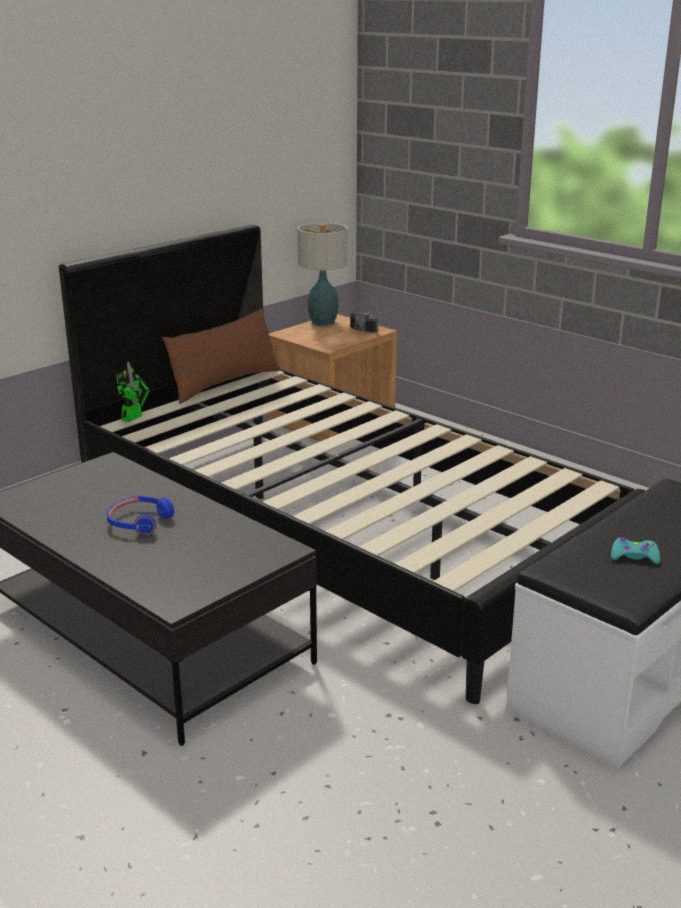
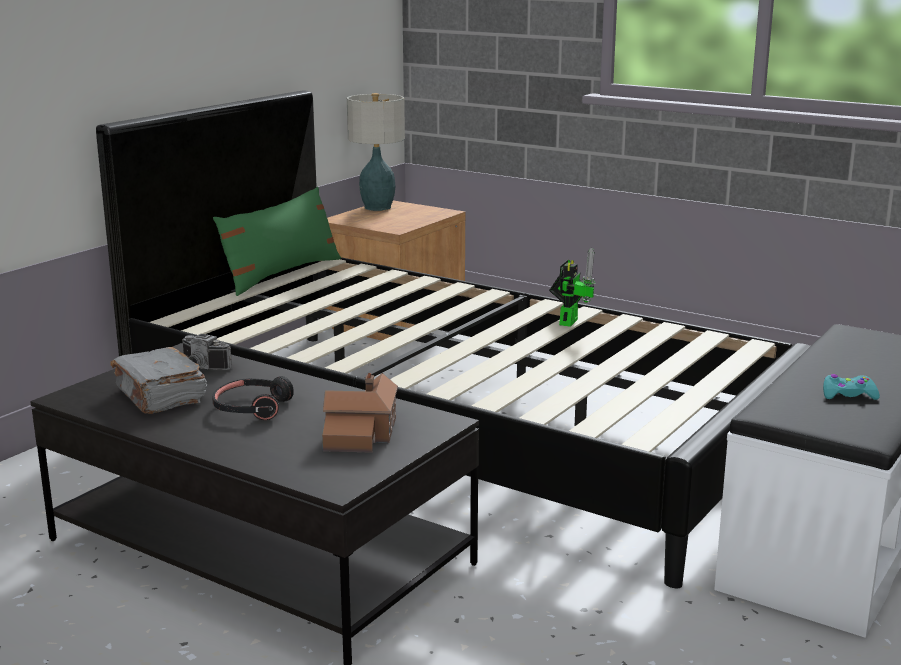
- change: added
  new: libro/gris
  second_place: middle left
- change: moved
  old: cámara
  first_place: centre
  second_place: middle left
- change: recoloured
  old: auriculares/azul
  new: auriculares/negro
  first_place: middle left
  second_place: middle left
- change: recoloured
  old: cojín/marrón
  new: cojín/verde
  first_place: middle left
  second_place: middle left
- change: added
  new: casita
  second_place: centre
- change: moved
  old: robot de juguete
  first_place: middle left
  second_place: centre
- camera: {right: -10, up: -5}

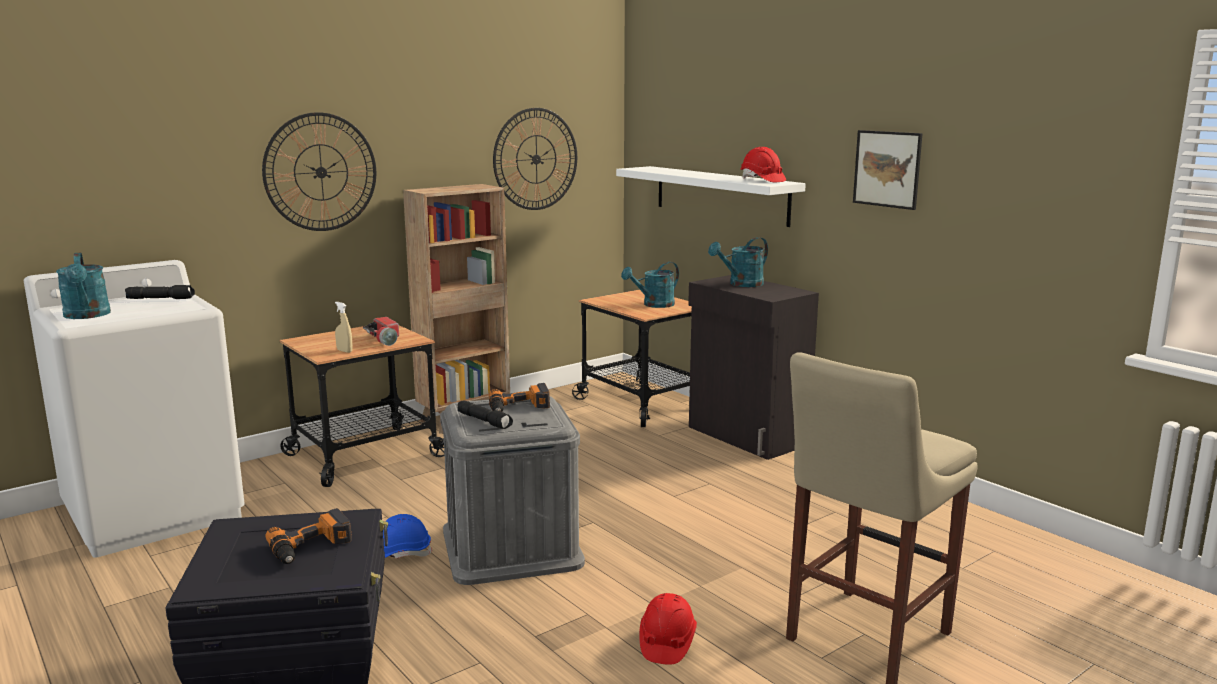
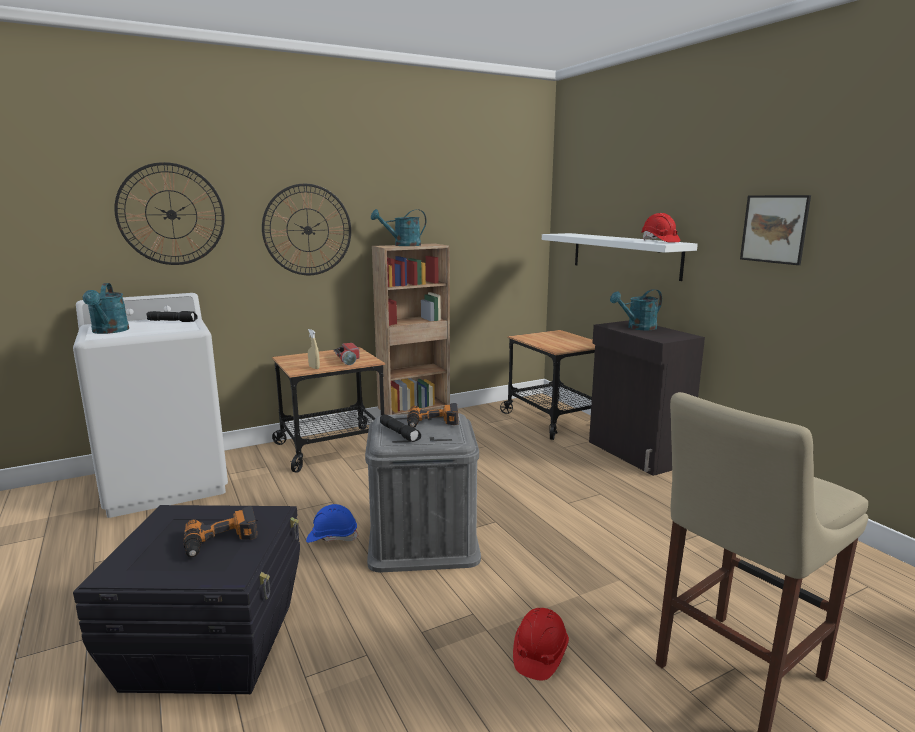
- change: moved
  old: reloj de pared (2nd from left in the first image)
  new: reloj de pared (1st from left)
  first_place: top centre
  second_place: top left
- change: moved
  old: regadera/turquesa (2nd from left)
  first_place: centre
  second_place: top centre
- camera: {right: 10, up: 0}

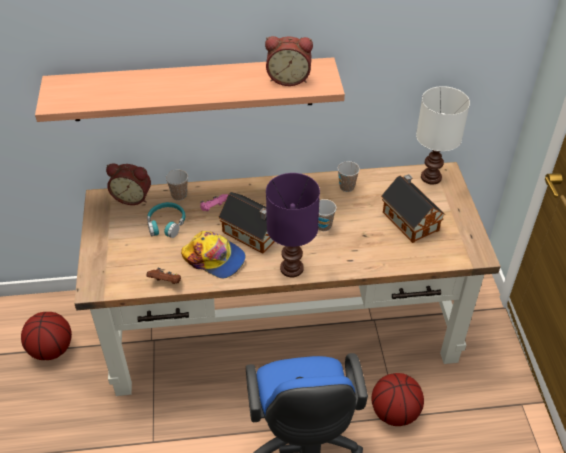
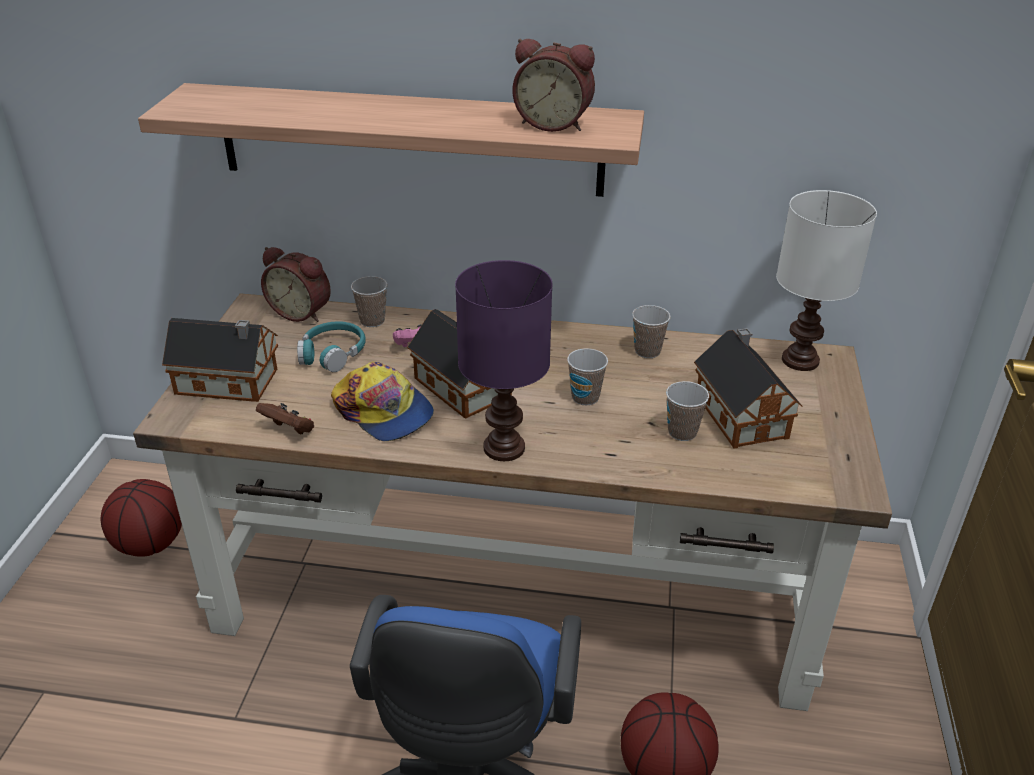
- change: added
  new: casita (1st from left)
  second_place: middle left
- change: added
  new: taza (4th from left)
  second_place: centre
- camera: {right: 15, up: -10}

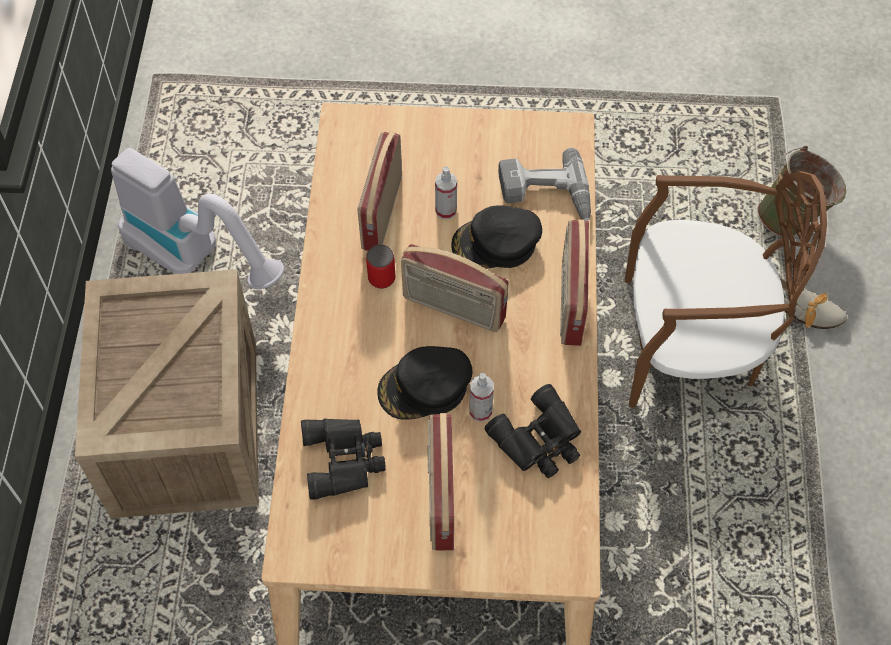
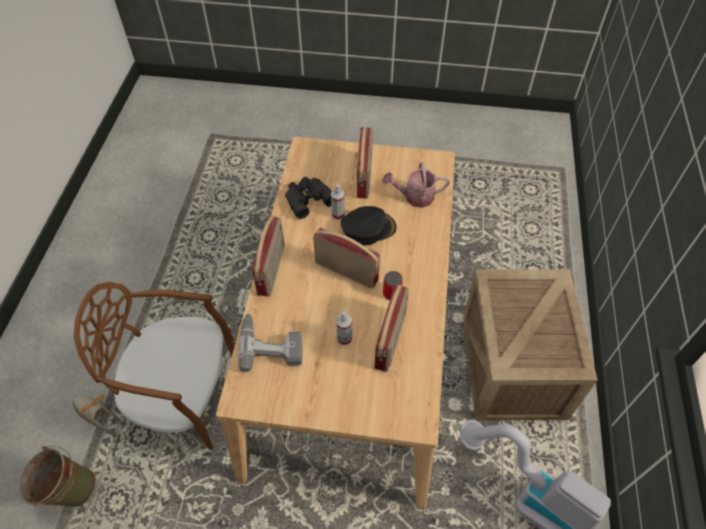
- change: replaced
  old: prismáticos/negro (1st from left)
  new: regadera
  first_place: bottom centre
  second_place: centre
- change: removed
  old: gorra/negro (2nd from left)
  first_place: centre
- camera: {right: -175, up: -5}

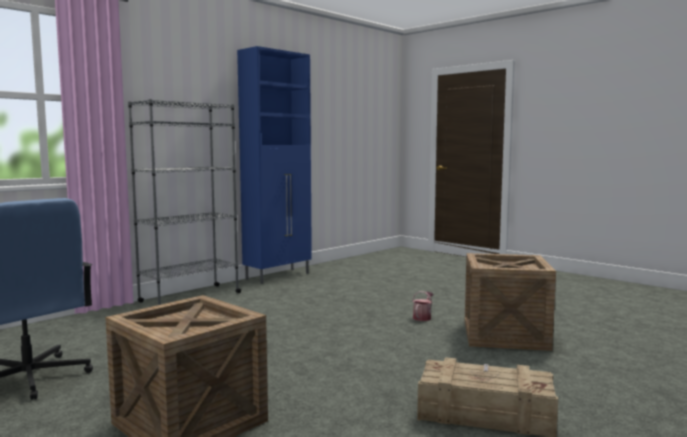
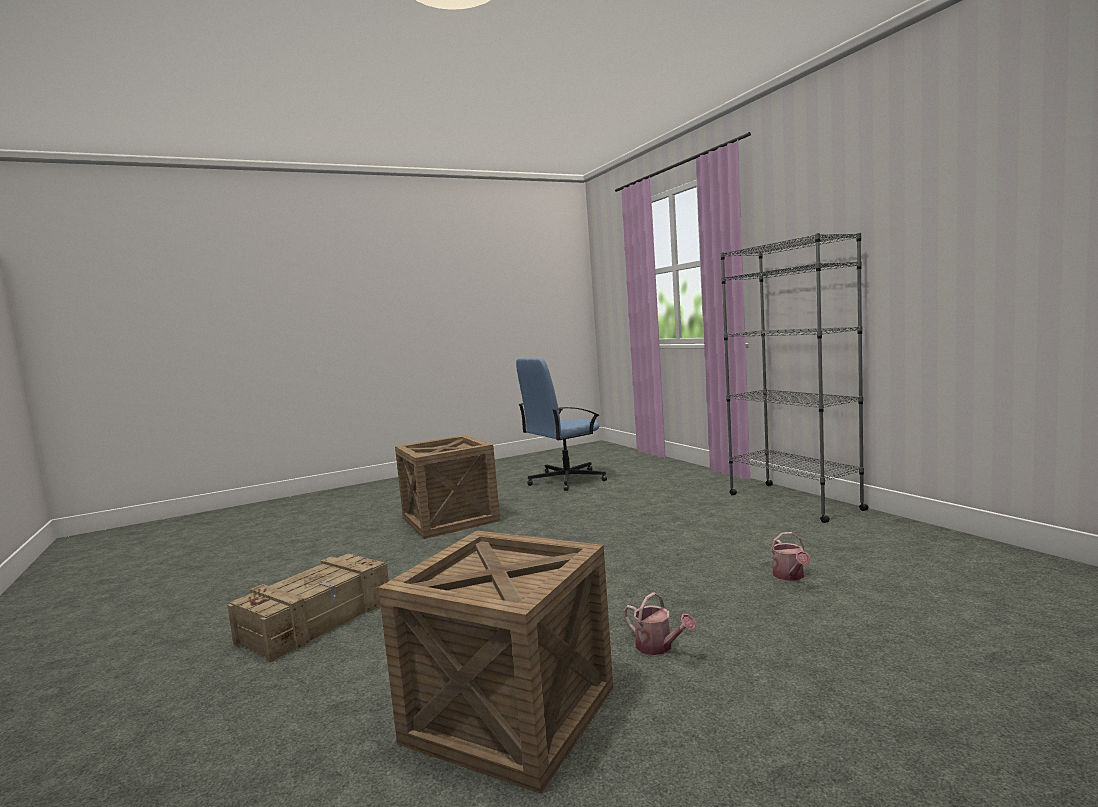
- change: added
  new: regadera (2nd from left)
  second_place: bottom right
- change: removed
  old: armario/azul
  first_place: centre
- camera: {right: 110, up: 0}

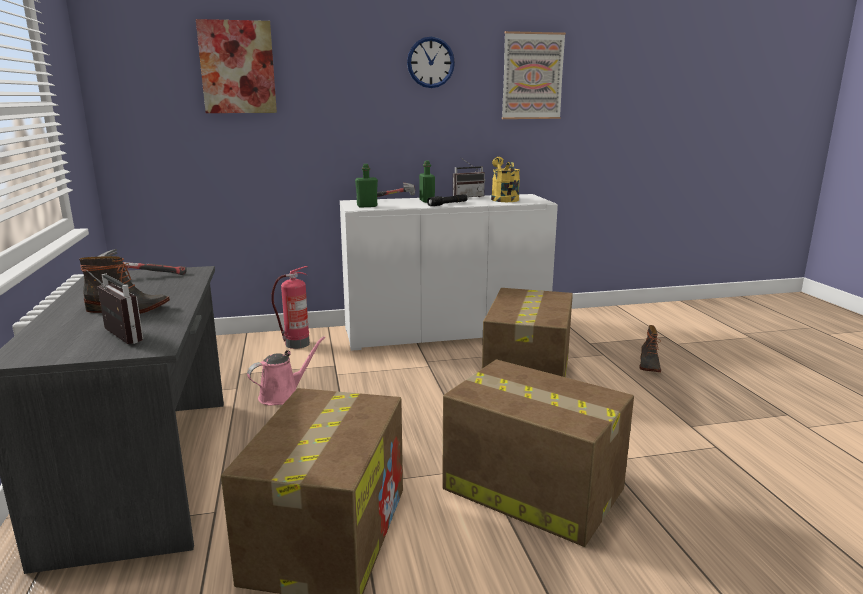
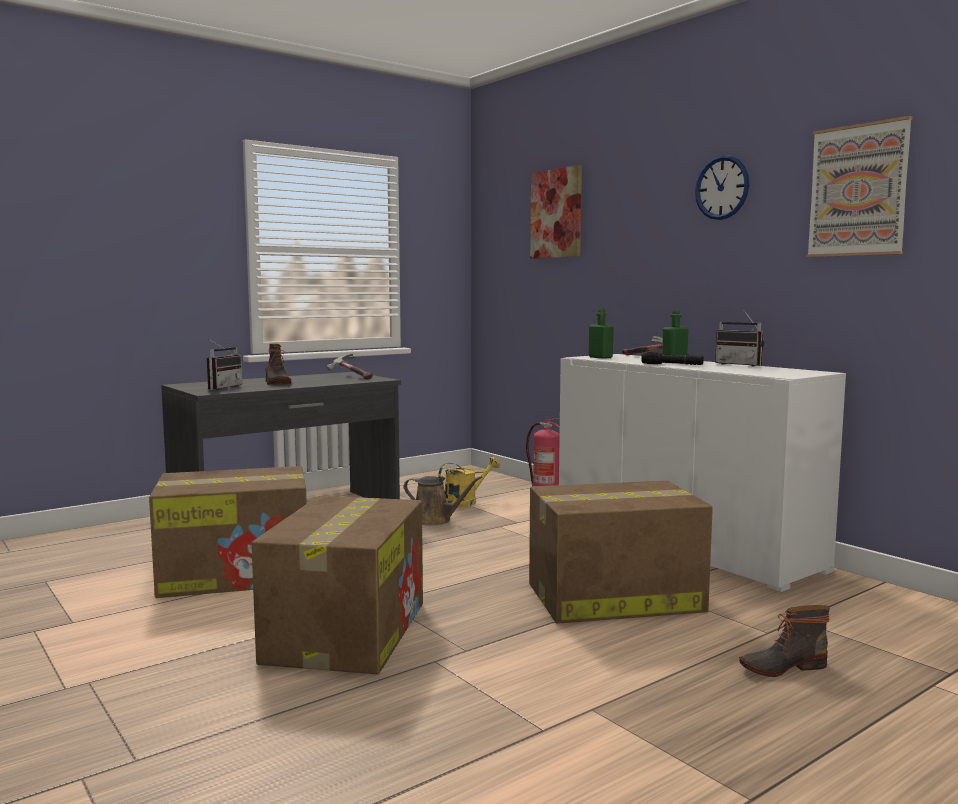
- change: recoloured
  old: regadera/rosa
  new: regadera/marrón
  first_place: middle left
  second_place: centre
- change: moved
  old: regadera/amarillo
  first_place: top centre
  second_place: centre
- camera: {right: 65, up: -10}

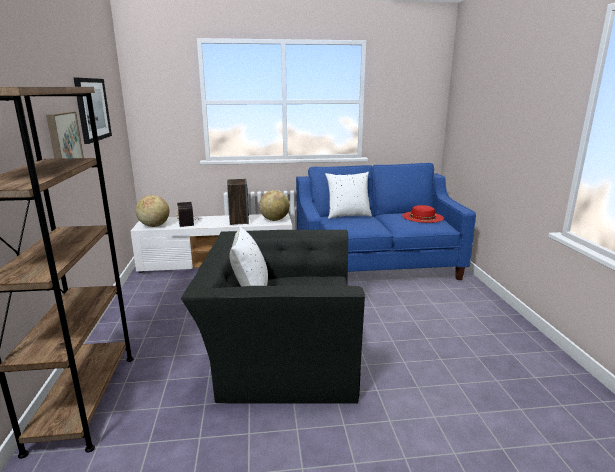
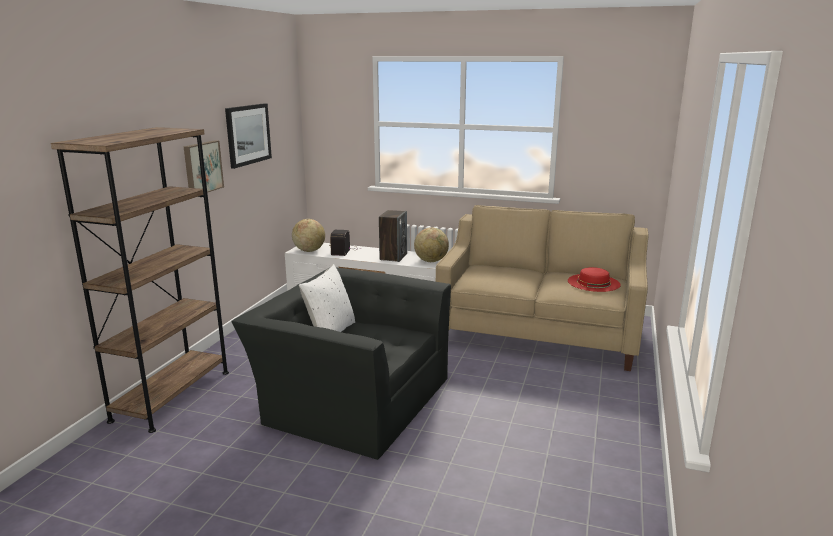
- change: recoloured
  old: sofá/azul
  new: sofá/beis
  first_place: centre
  second_place: centre
- change: removed
  old: cojín/blanco (2nd from left)
  first_place: centre
- camera: {right: 25, up: 0}

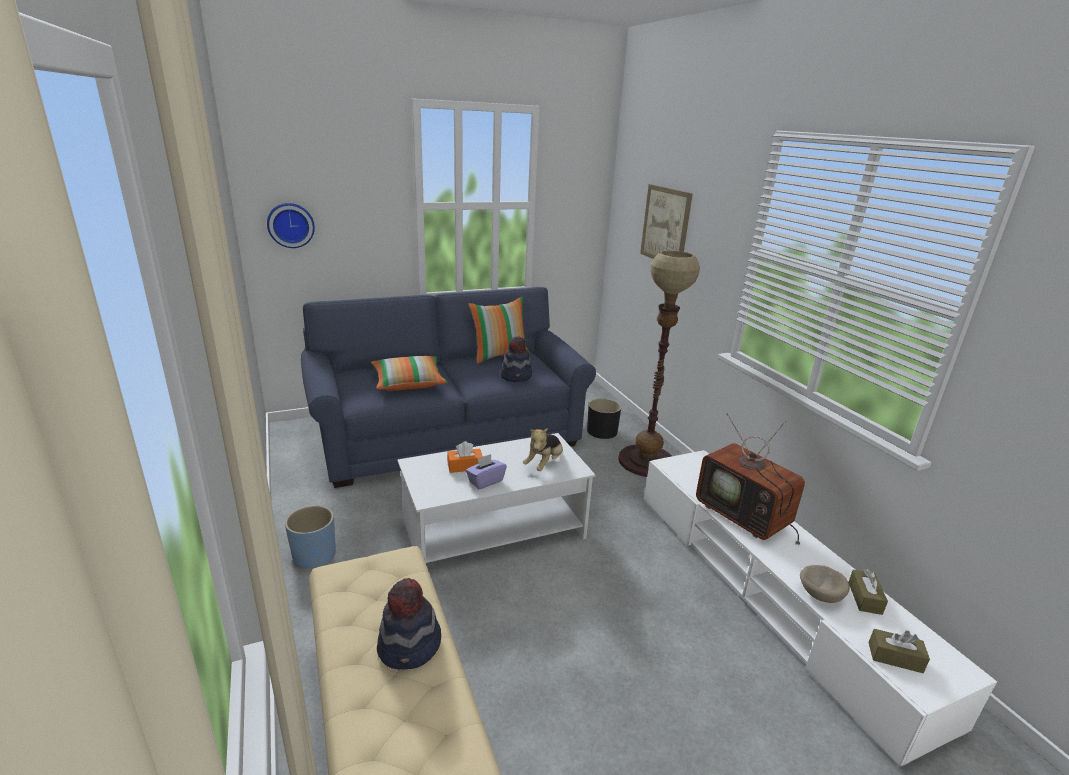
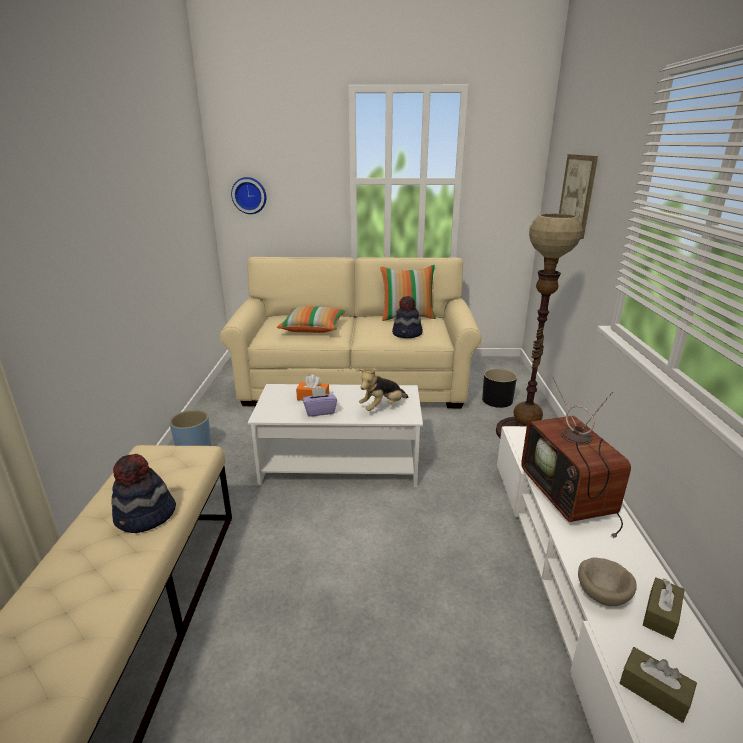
- change: recoloured
  old: sofá/azul
  new: sofá/beis
  first_place: centre
  second_place: centre
- camera: {right: 25, up: 0}

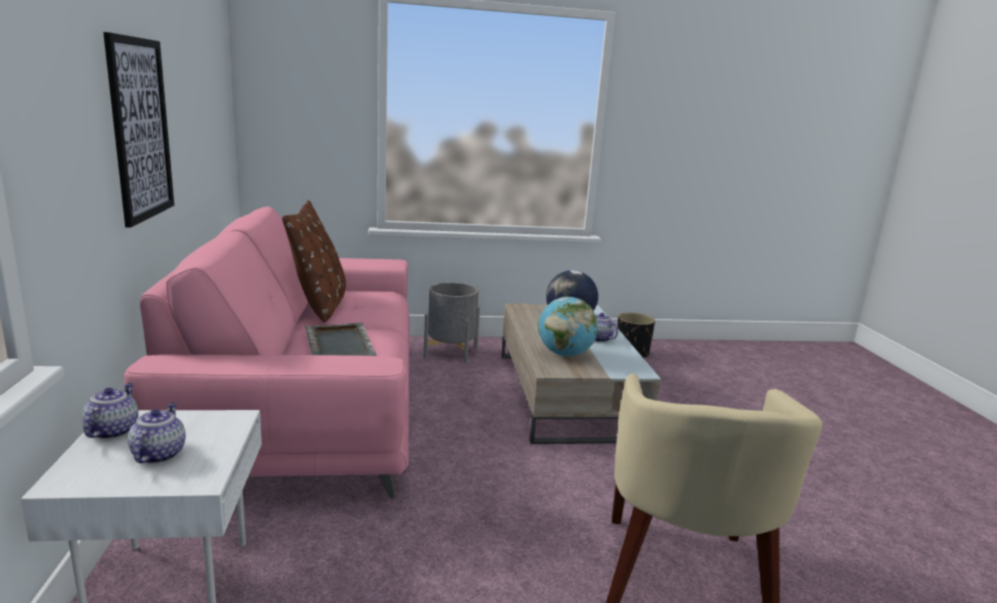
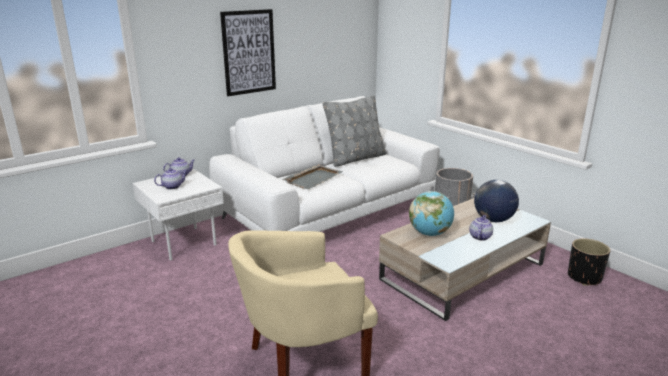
- change: recoloured
  old: sofá/rosa
  new: sofá/blanco
  first_place: middle left
  second_place: centre
- change: recoloured
  old: cojín/marrón
  new: cojín/gris
  first_place: middle left
  second_place: centre
- camera: {right: 60, up: 5}

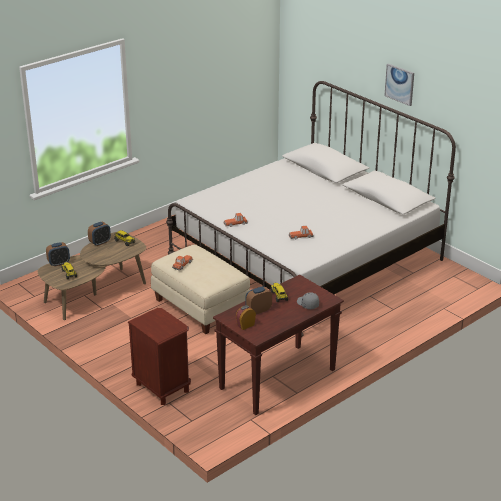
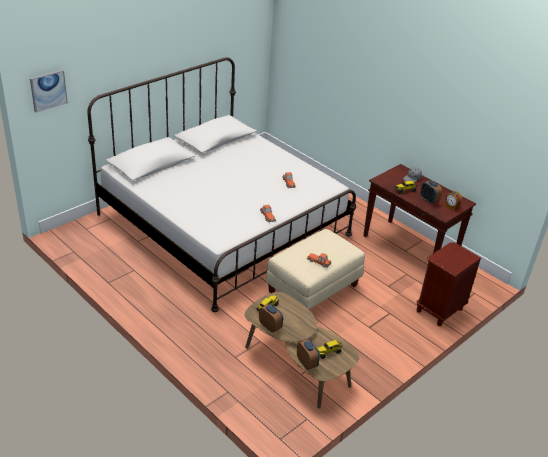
- change: moved
  old: cuadro
  first_place: top right
  second_place: top left
- camera: {right: -95, up: 5}

